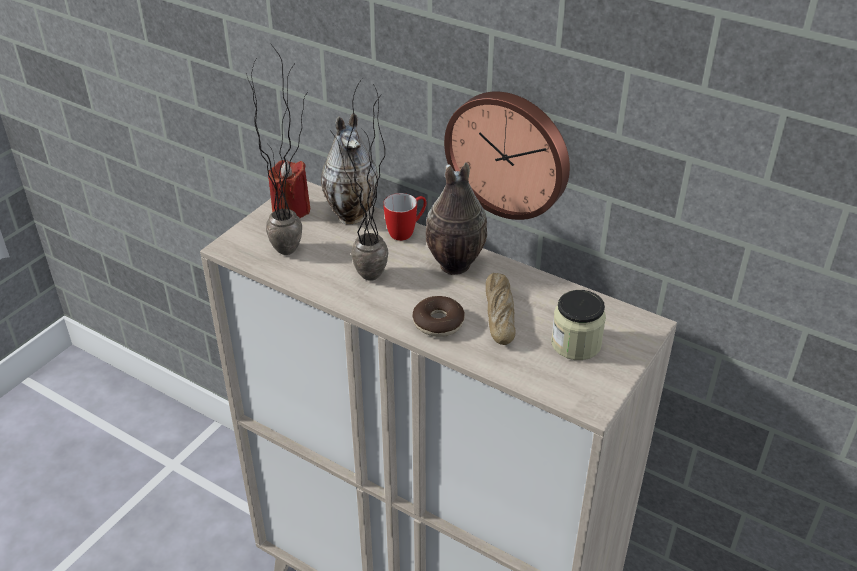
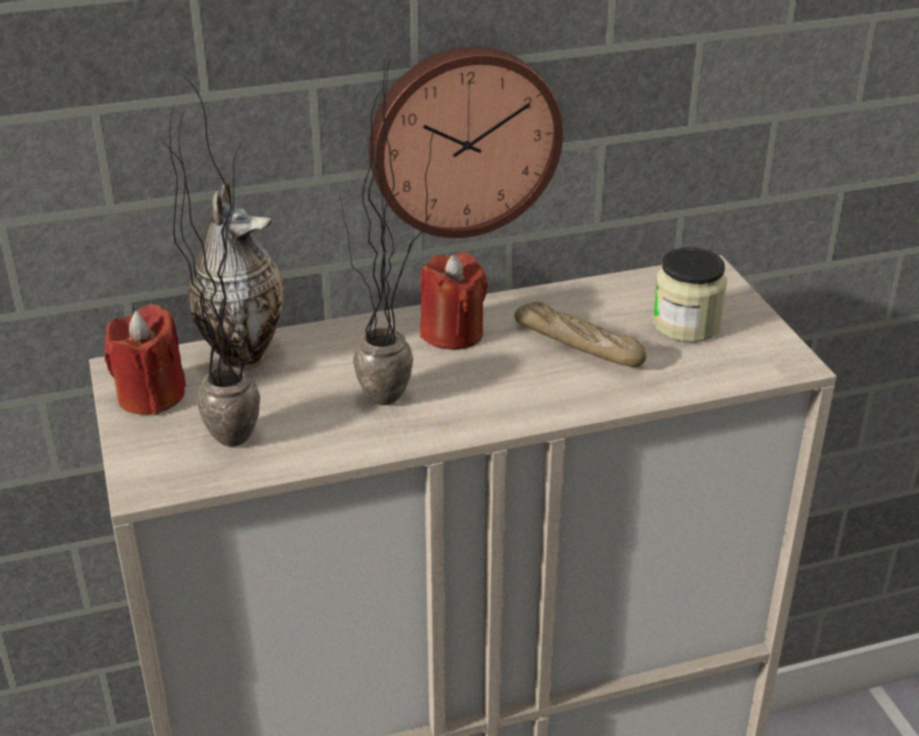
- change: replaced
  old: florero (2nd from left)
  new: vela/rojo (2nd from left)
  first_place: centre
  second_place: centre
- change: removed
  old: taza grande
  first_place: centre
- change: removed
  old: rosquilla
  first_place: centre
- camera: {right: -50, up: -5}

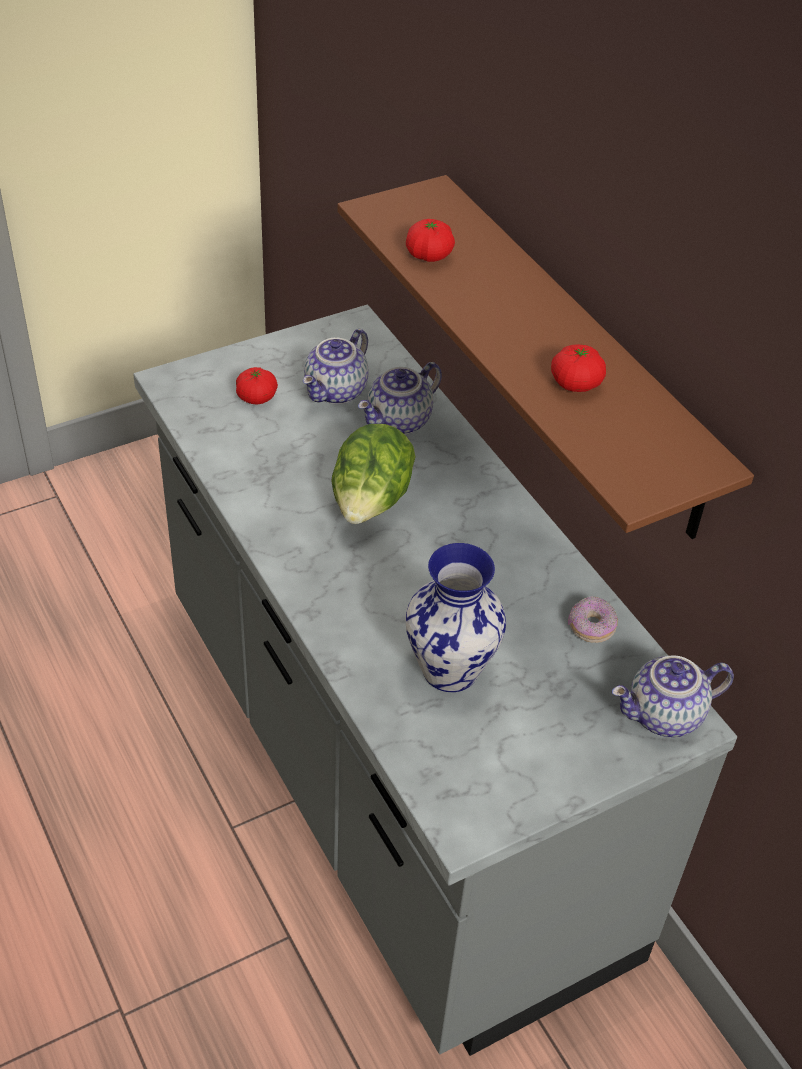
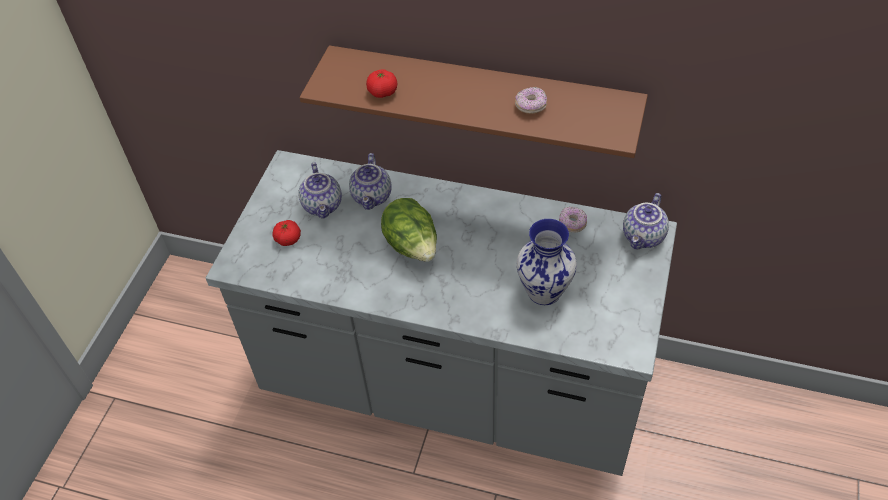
- change: replaced
  old: tomate (3rd from left)
  new: rosquilla (1st from left)
  first_place: middle right
  second_place: top centre
- camera: {right: -40, up: 5}

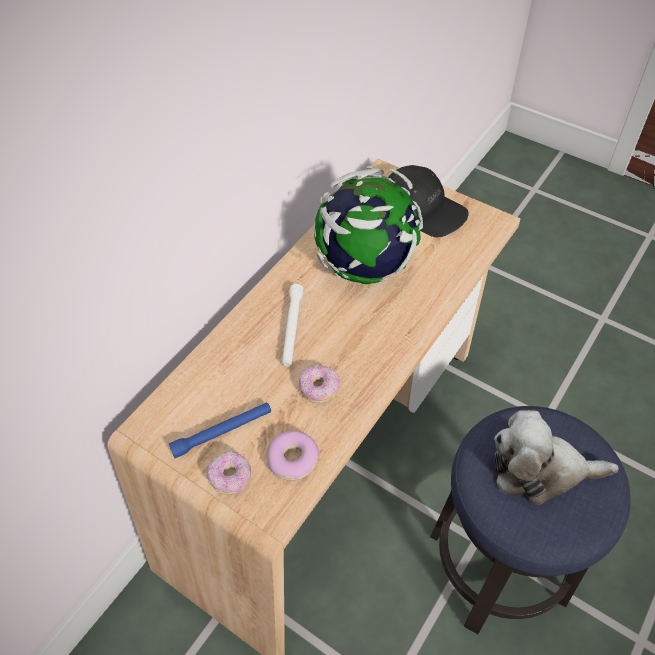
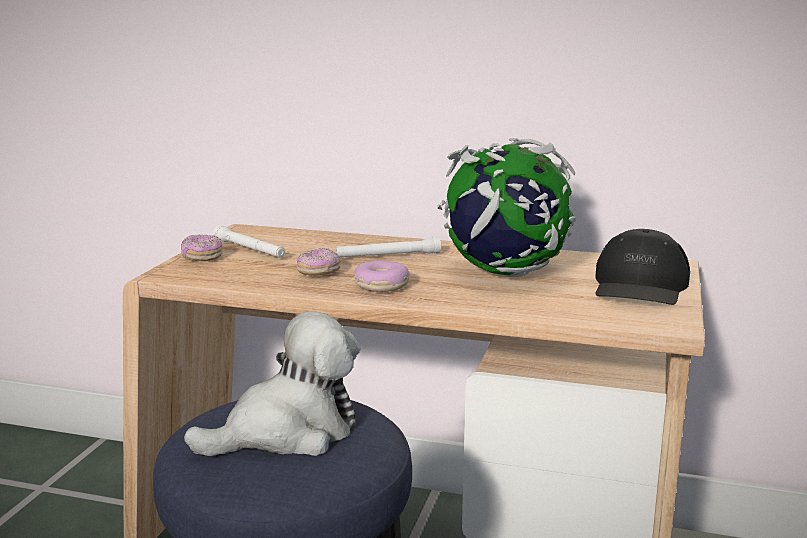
- change: turned
  old: peluche
  first_place: bottom right
  second_place: bottom centre
  degrees: 75
- change: recoloured
  old: linterna/azul
  new: linterna/blanco (1st from left)
  first_place: centre
  second_place: middle left
- change: moved
  old: rosquilla (2nd from left in the first image)
  new: rosquilla (3rd from left)
  first_place: bottom centre
  second_place: centre
- camera: {right: 70, up: -35}

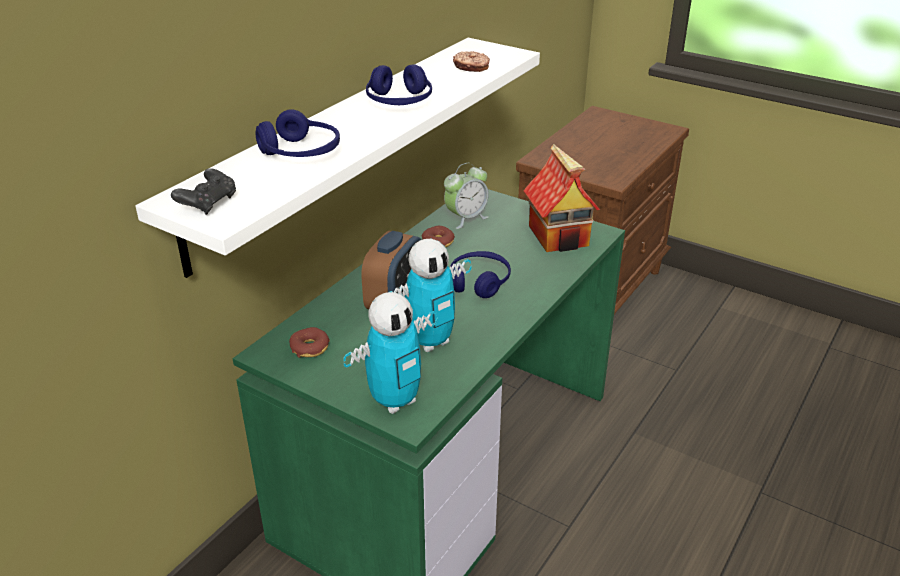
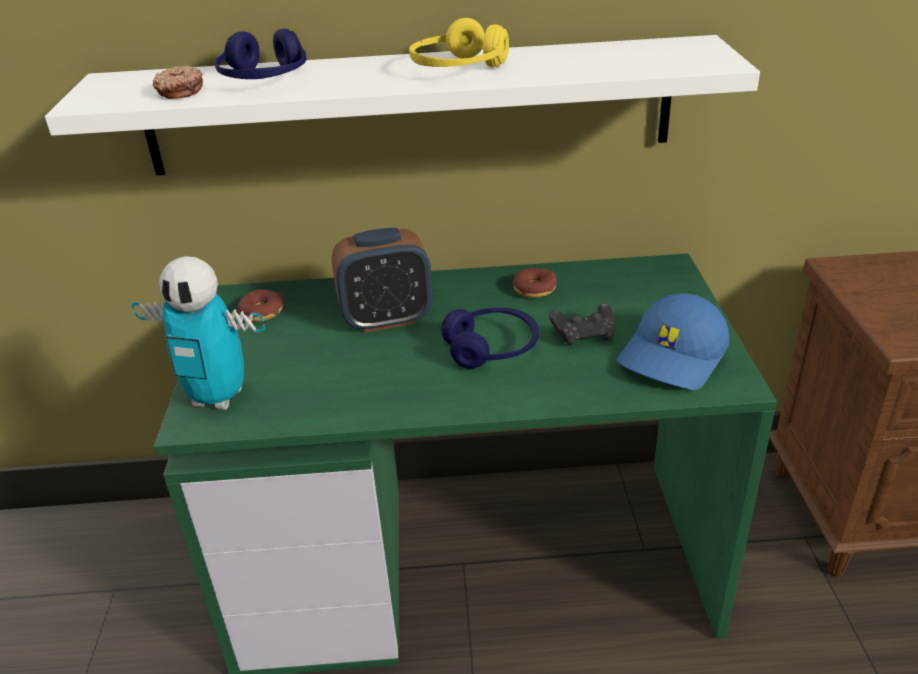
- change: moved
  old: rosquilla (3rd from left in the first image)
  new: rosquilla (1st from left)
  first_place: top centre
  second_place: top left
- change: recoloured
  old: auriculares/azul (2nd from left)
  new: auriculares/amarillo
  first_place: top centre
  second_place: top centre
- change: moved
  old: mando de consola/negro
  first_place: top left
  second_place: centre
- change: replaced
  old: casita
  new: gorra/azul
  first_place: centre
  second_place: middle right
- change: removed
  old: robot de juguete (2nd from left)
  first_place: centre
- change: removed
  old: despertador (2nd from left)
  first_place: centre
- camera: {right: 55, up: 0}

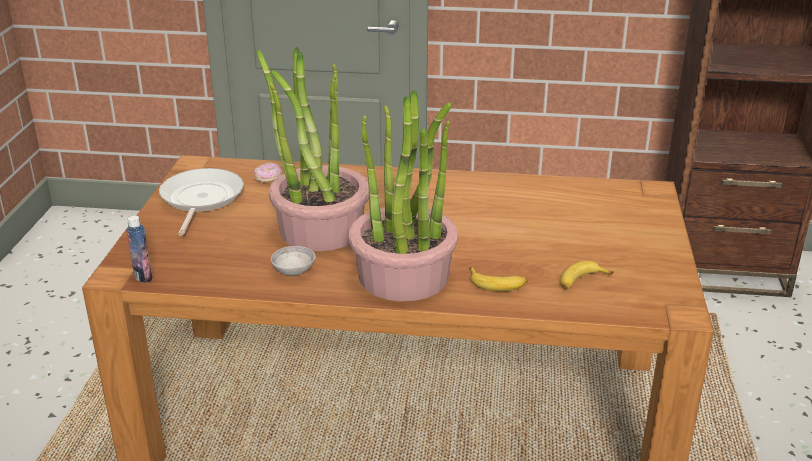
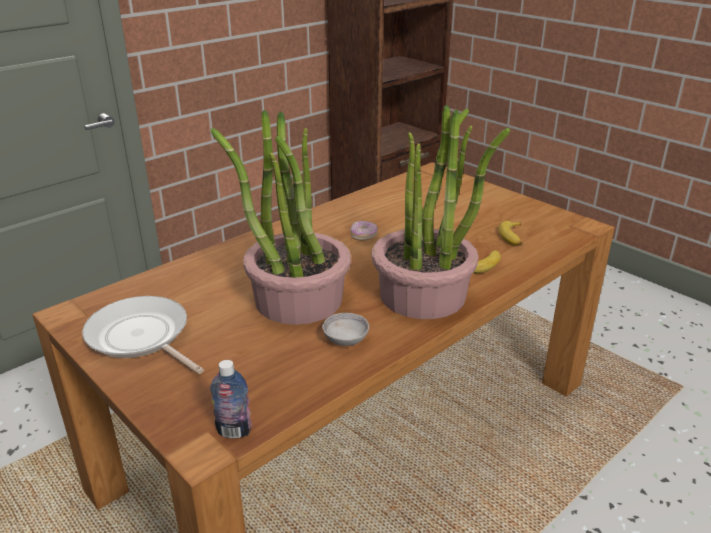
- change: moved
  old: rosquilla
  first_place: middle left
  second_place: centre
- camera: {right: -50, up: 0}

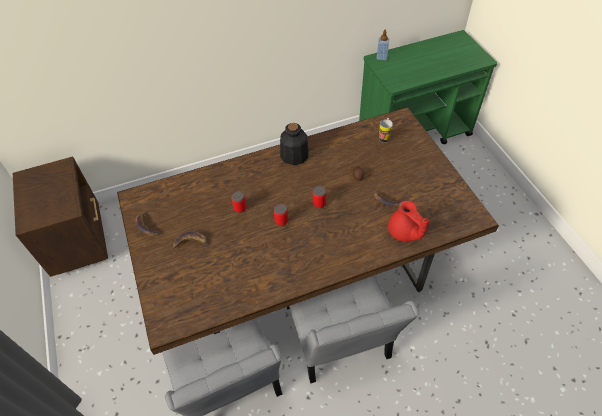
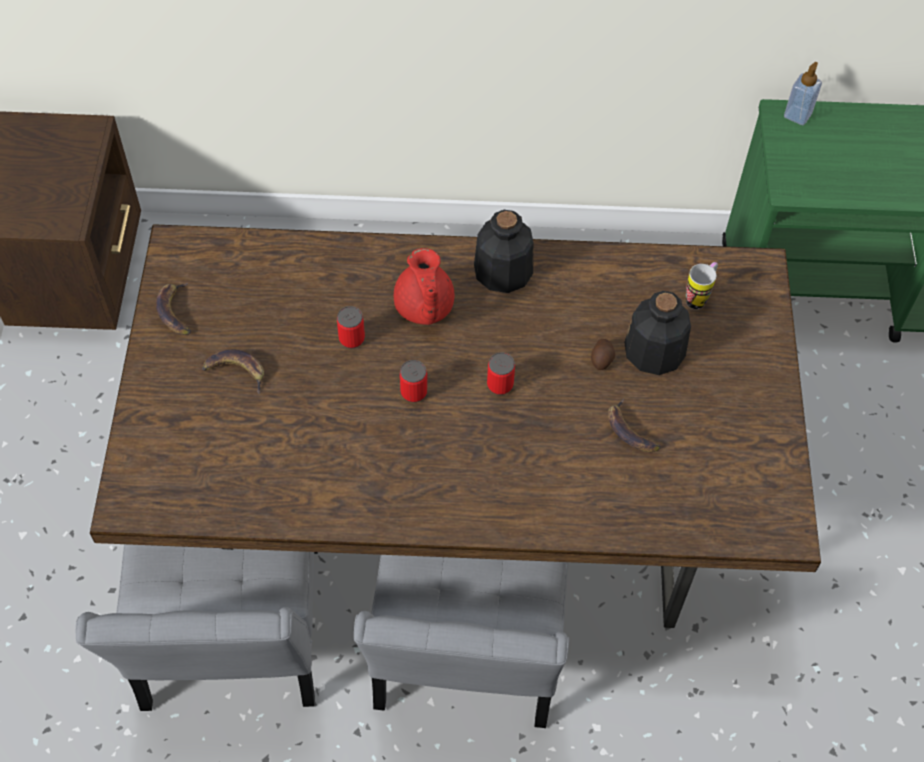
- change: moved
  old: tetera/rojo
  first_place: middle right
  second_place: centre
- change: added
  new: botella (2nd from left)
  second_place: middle right
- camera: {right: 20, up: 5}

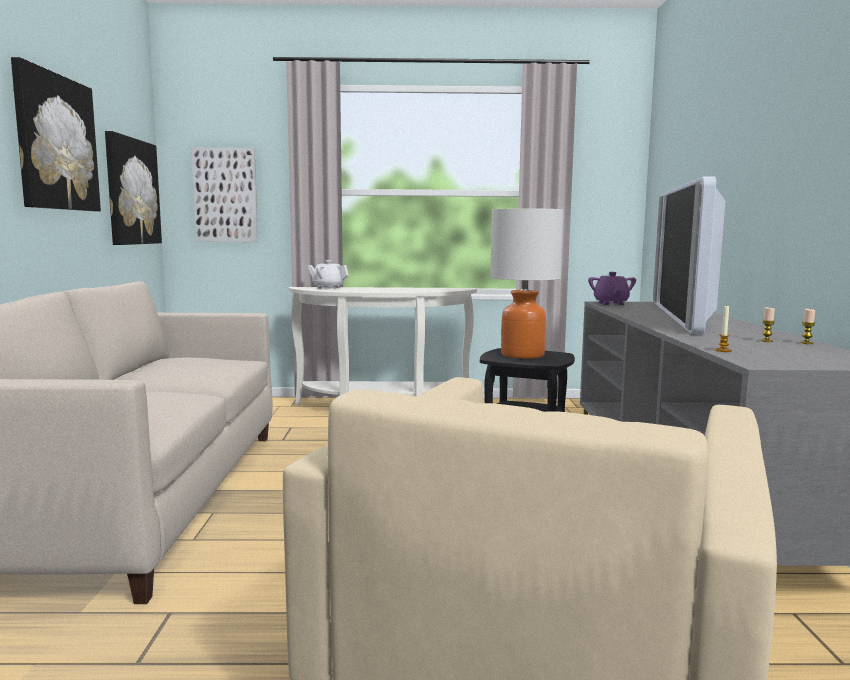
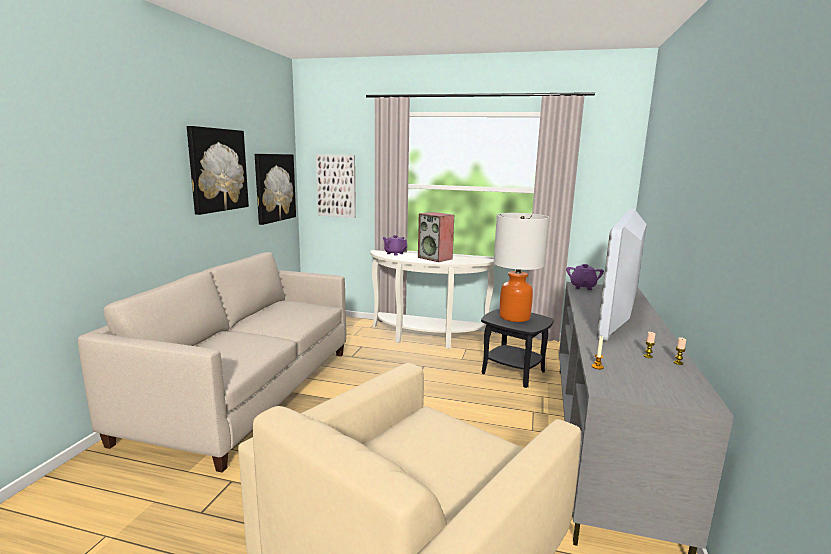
- change: recoloured
  old: tetera/blanco
  new: tetera/morado (1st from left)
  first_place: centre
  second_place: centre
- change: added
  new: altavoz
  second_place: centre
- camera: {right: 15, up: 5}

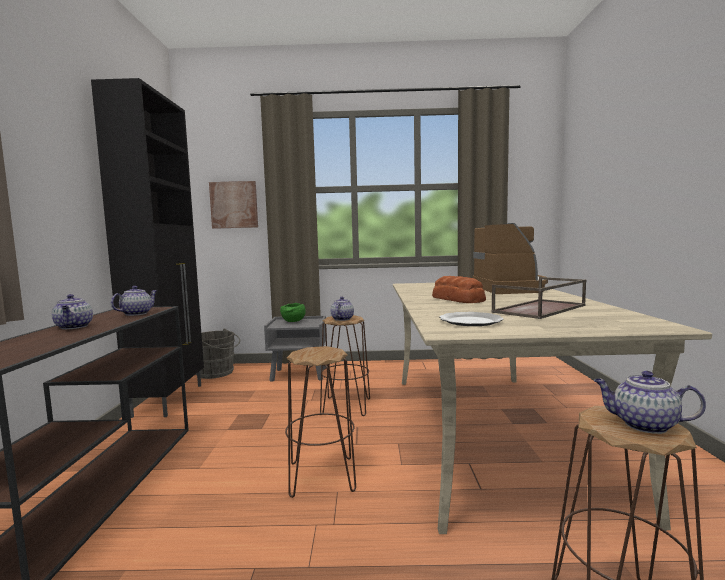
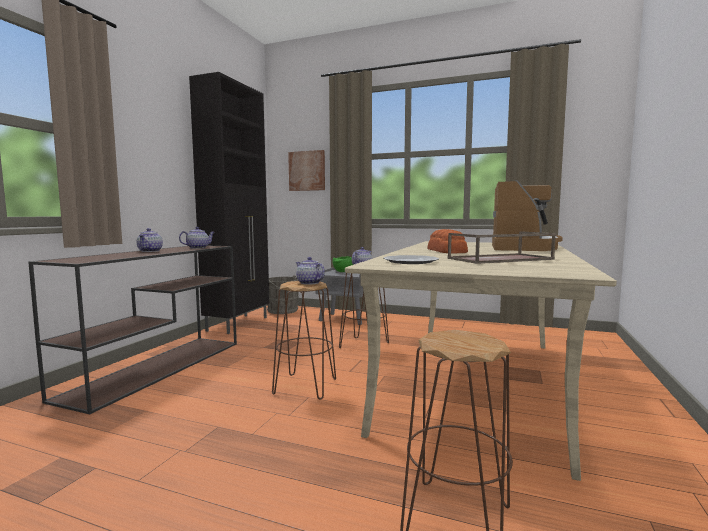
- change: moved
  old: tetera (4th from left in the first image)
  new: tetera (3rd from left)
  first_place: bottom right
  second_place: centre
- camera: {right: 20, up: 0}

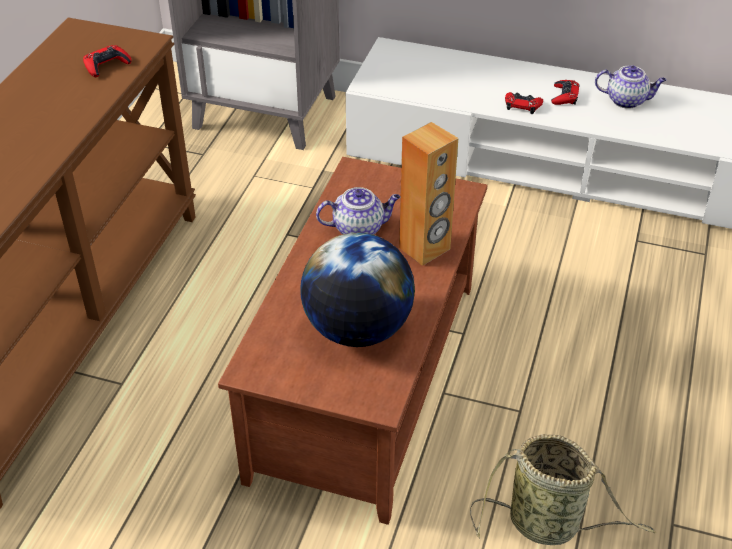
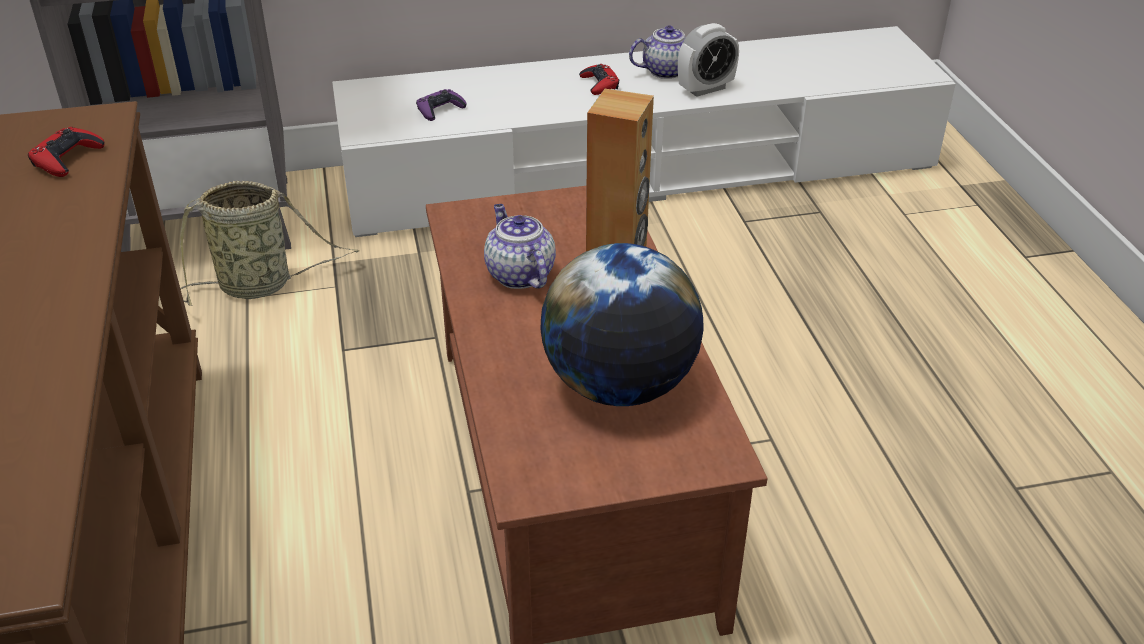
- change: moved
  old: cesta
  first_place: bottom right
  second_place: middle left
- change: added
  new: mando de consola/morado
  second_place: top centre
- change: turned
  old: tetera (1st from left)
  first_place: centre
  second_place: centre
  degrees: -75
- change: added
  new: despertador
  second_place: top centre
- change: removed
  old: mando de consola/rojo (2nd from left)
  first_place: top right
- camera: {right: -30, up: -5}

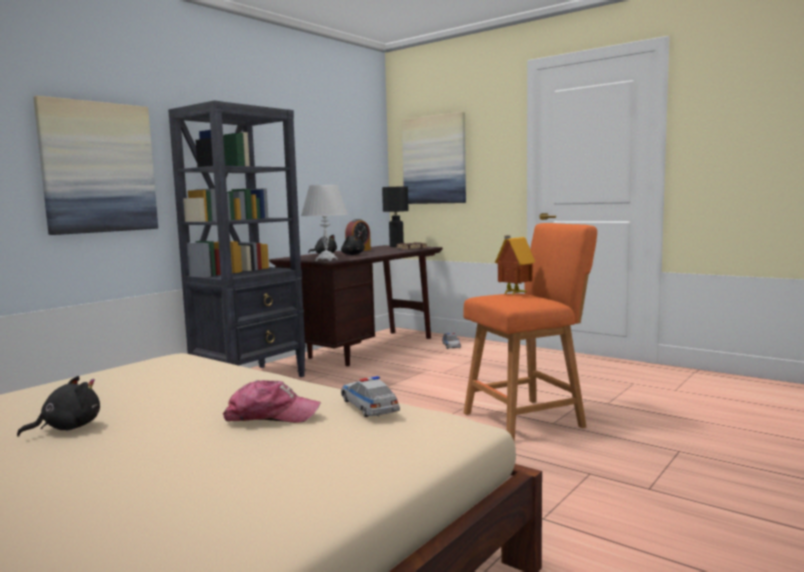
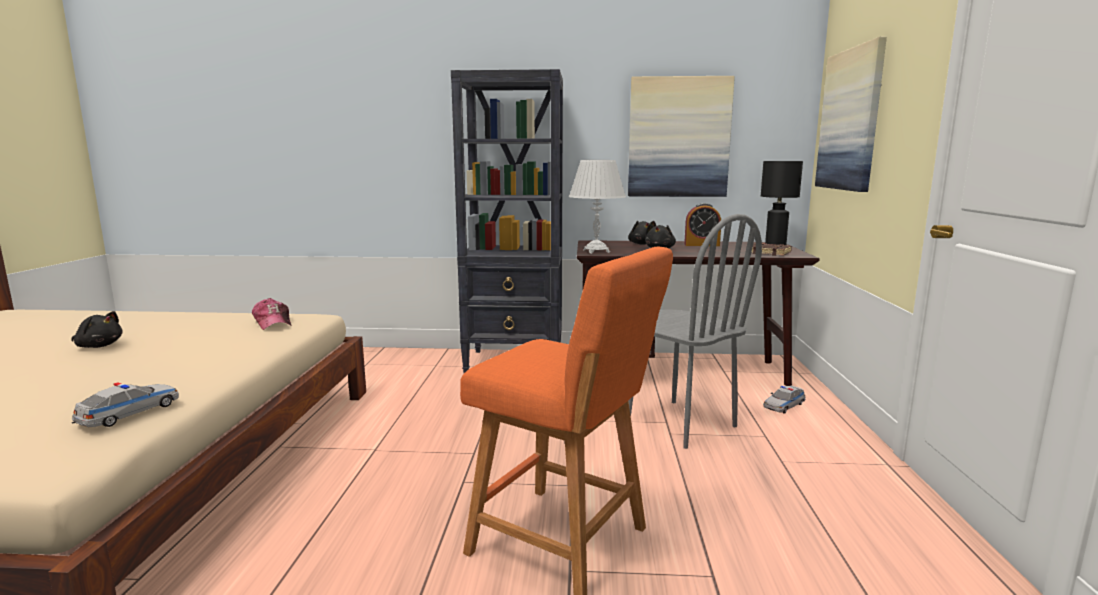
- change: moved
  old: gorra
  first_place: bottom centre
  second_place: middle left
- change: moved
  old: cuadro (1st from left)
  first_place: top left
  second_place: top centre
- change: added
  new: silla/gris
  second_place: centre
- change: removed
  old: casita
  first_place: centre
- camera: {right: 55, up: 5}

